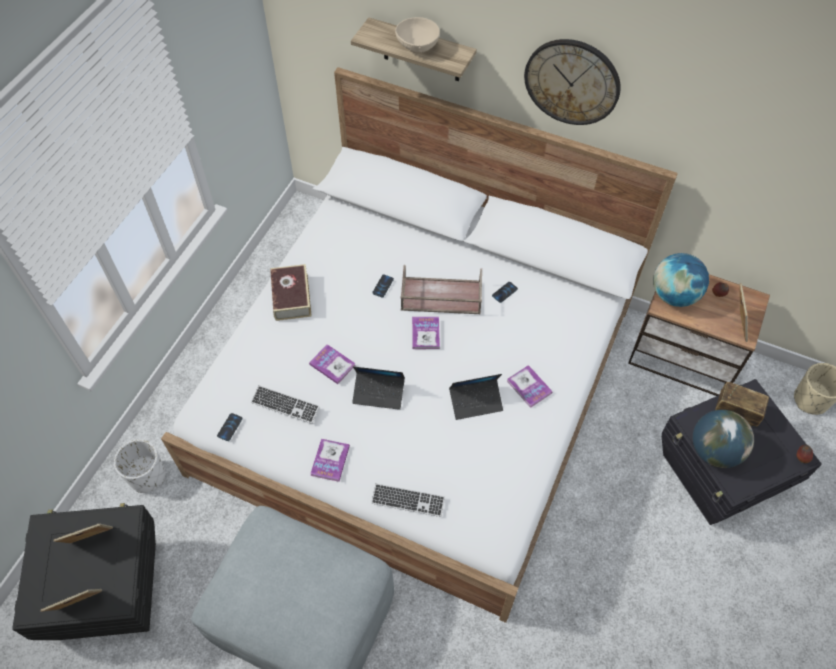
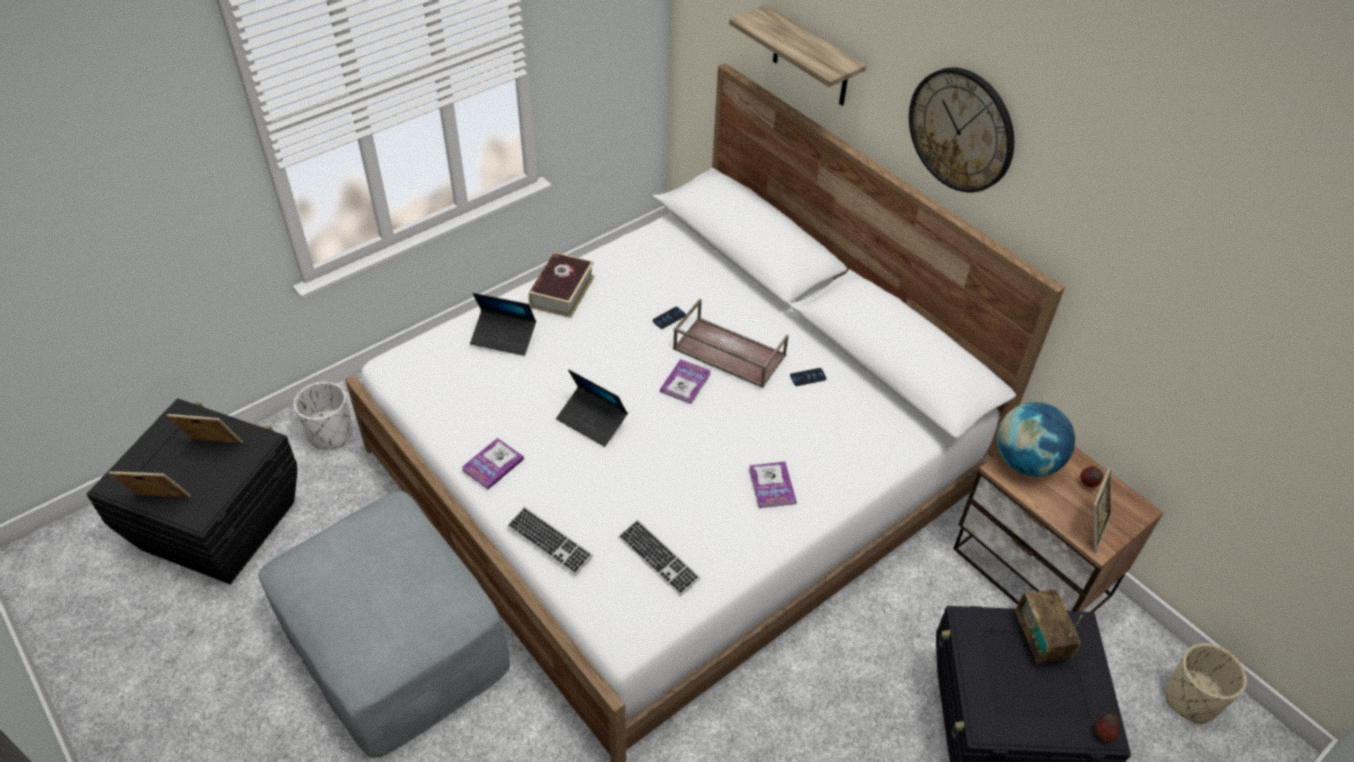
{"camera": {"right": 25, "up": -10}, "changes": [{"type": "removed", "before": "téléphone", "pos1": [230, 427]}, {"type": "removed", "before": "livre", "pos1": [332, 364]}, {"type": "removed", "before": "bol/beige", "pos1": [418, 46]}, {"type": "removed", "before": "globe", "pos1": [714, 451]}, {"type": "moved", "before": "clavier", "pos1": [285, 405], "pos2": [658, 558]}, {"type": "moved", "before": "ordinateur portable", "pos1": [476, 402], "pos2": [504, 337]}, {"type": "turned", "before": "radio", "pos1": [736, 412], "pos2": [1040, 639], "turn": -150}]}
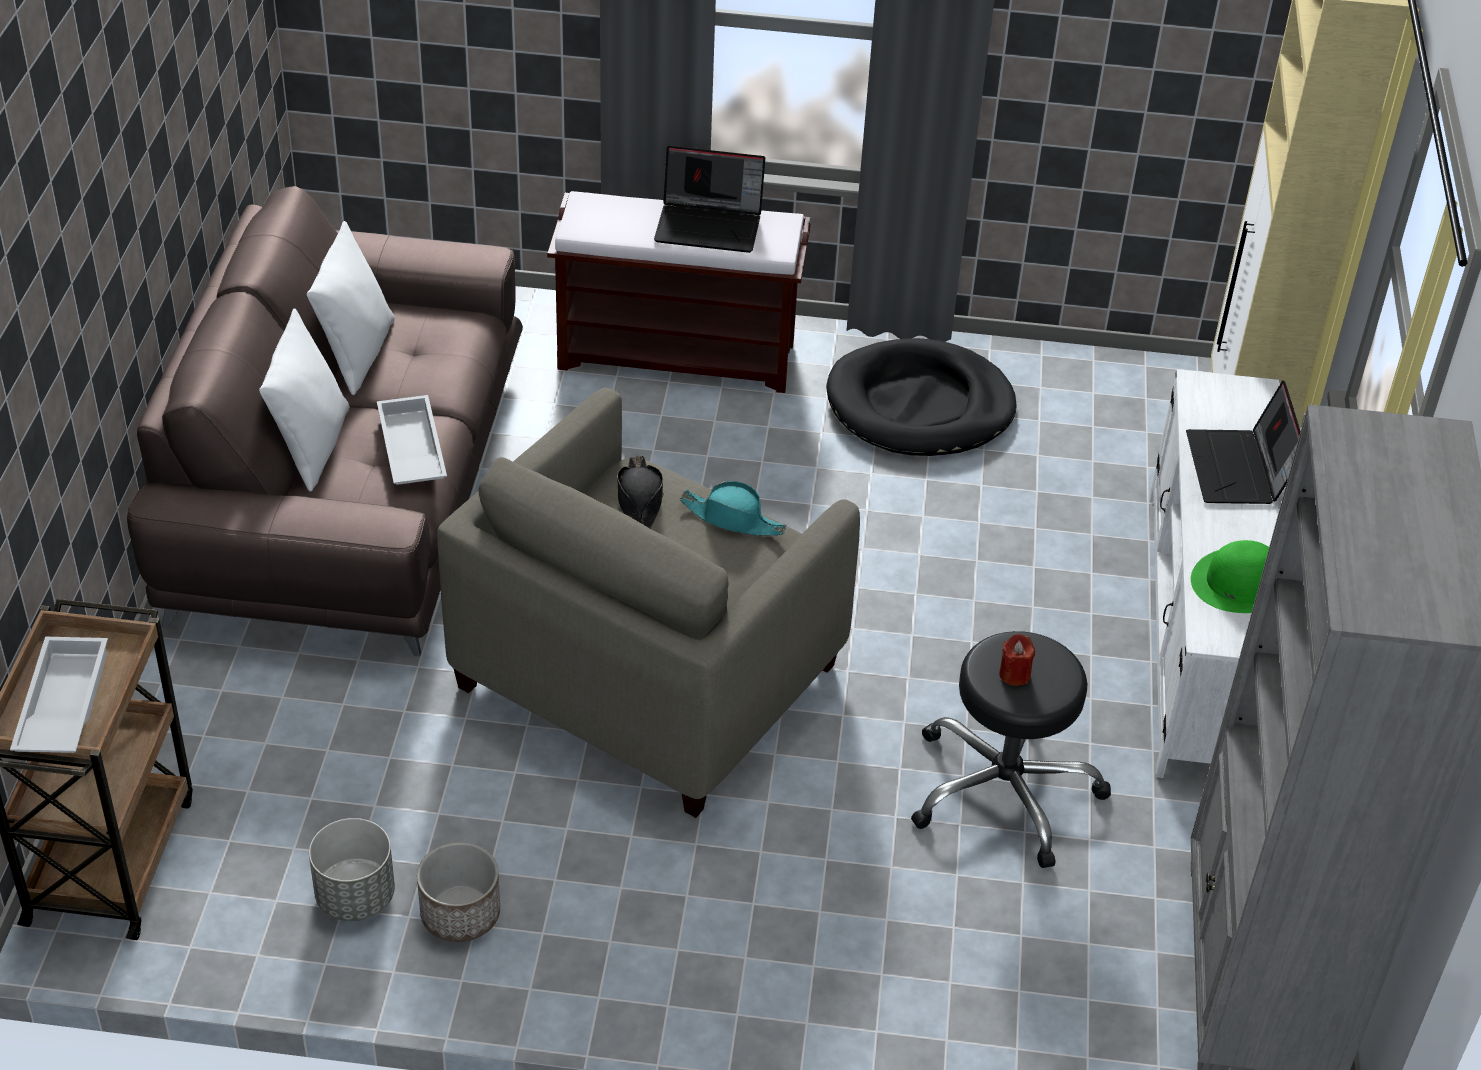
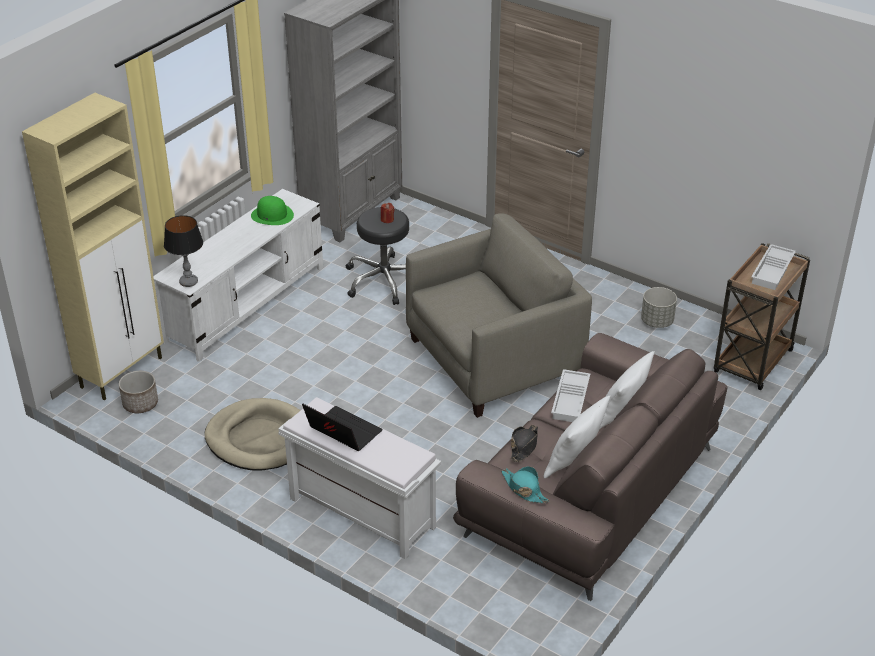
{"camera": {"right": -150, "up": -5}, "changes": [{"type": "removed", "before": "ordinateur portable", "pos1": [1239, 470]}, {"type": "added", "after": "lampe de table", "pos2": [188, 282]}, {"type": "moved", "before": "cache-pot", "pos1": [461, 913], "pos2": [140, 404]}, {"type": "moved", "before": "chapeau/noir", "pos1": [639, 501], "pos2": [524, 446]}, {"type": "moved", "before": "chapeau/turquoise", "pos1": [733, 519], "pos2": [524, 489]}, {"type": "recoloured", "before": "banc/marron", "after": "banc/blanc", "pos1": [679, 354], "pos2": [360, 512]}, {"type": "recoloured", "before": "panier pour chien/noir", "after": "panier pour chien/beige", "pos1": [920, 406], "pos2": [260, 438]}]}
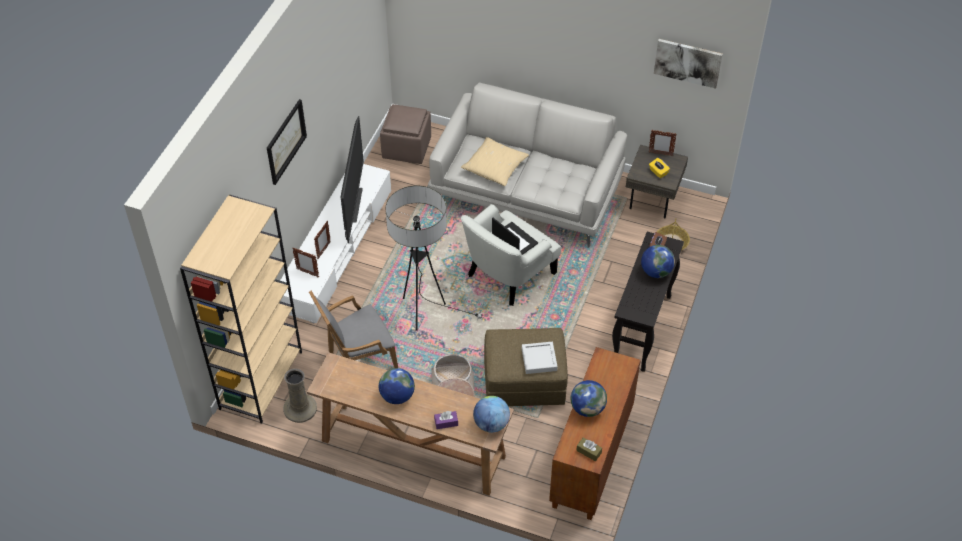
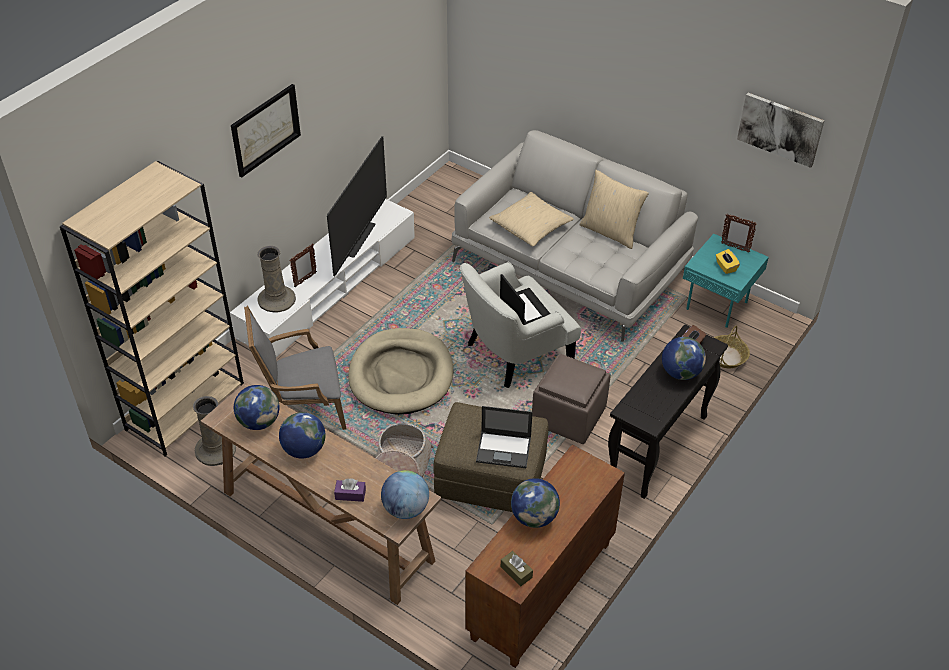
{"camera": {"right": 15, "up": -5}, "changes": [{"type": "added", "after": "globe", "pos2": [259, 422]}, {"type": "added", "after": "coussin/beige", "pos2": [610, 231]}, {"type": "moved", "before": "pouf/marron", "pos1": [406, 147], "pos2": [568, 416]}, {"type": "replaced", "before": "cadre photo", "after": "vase/beige", "pos1": [307, 273], "pos2": [277, 299]}, {"type": "replaced", "before": "lampadaire", "after": "panier pour chien/beige", "pos1": [424, 313], "pos2": [401, 375]}, {"type": "replaced", "before": "plateau/gris", "after": "ordinateur portable", "pos1": [539, 360], "pos2": [504, 449]}, {"type": "recoloured", "before": "table d'appoint/gris", "after": "table d'appoint/turquoise", "pos1": [653, 200], "pos2": [719, 305]}]}
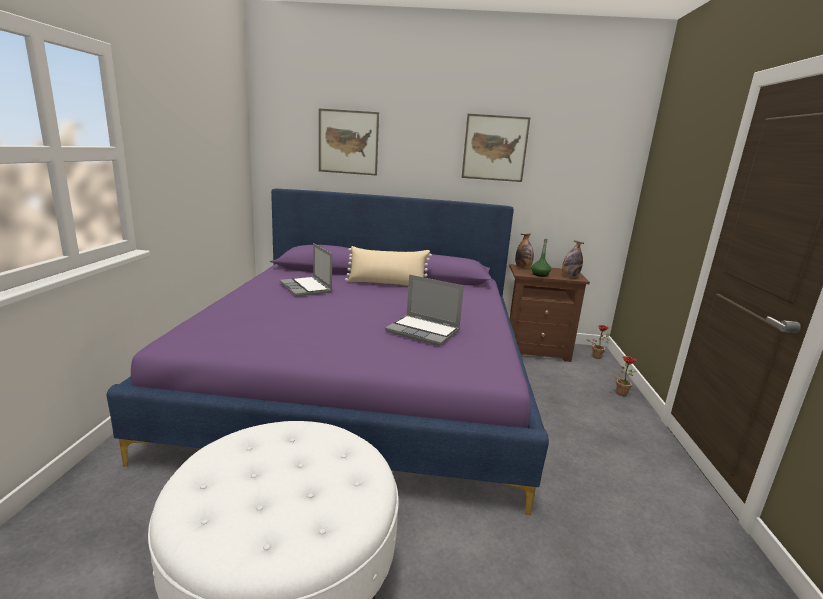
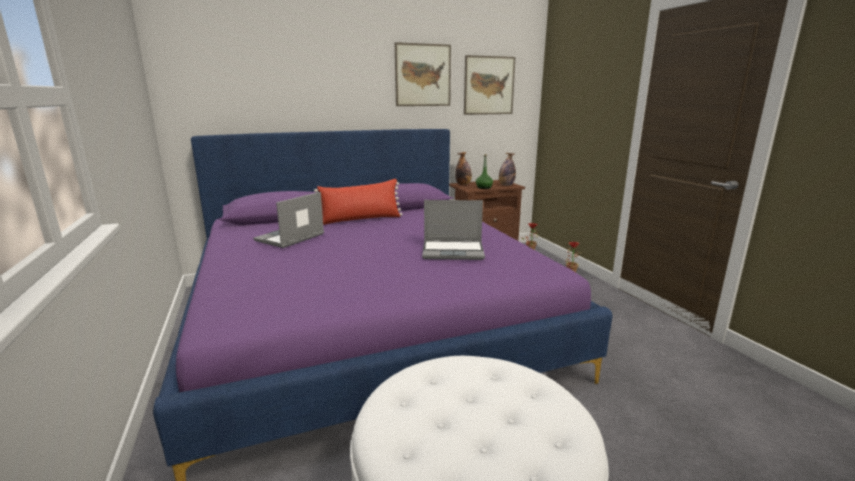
{"camera": {"right": -25, "up": 0}, "changes": [{"type": "moved", "before": "tableau", "pos1": [348, 142], "pos2": [489, 85]}, {"type": "recoloured", "before": "coussin/beige", "after": "coussin/rouge", "pos1": [387, 284], "pos2": [361, 219]}, {"type": "turned", "before": "ordinateur portable", "pos1": [306, 288], "pos2": [290, 238], "turn": 90}]}
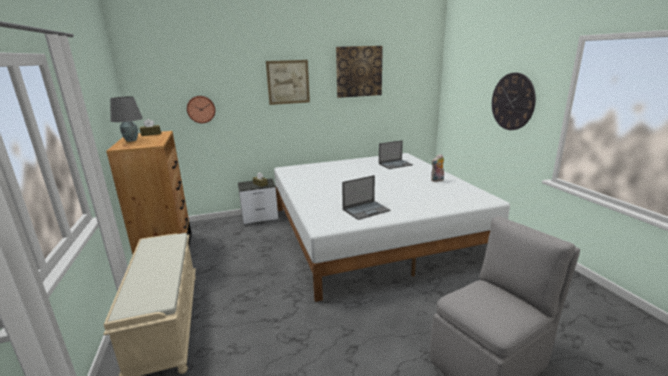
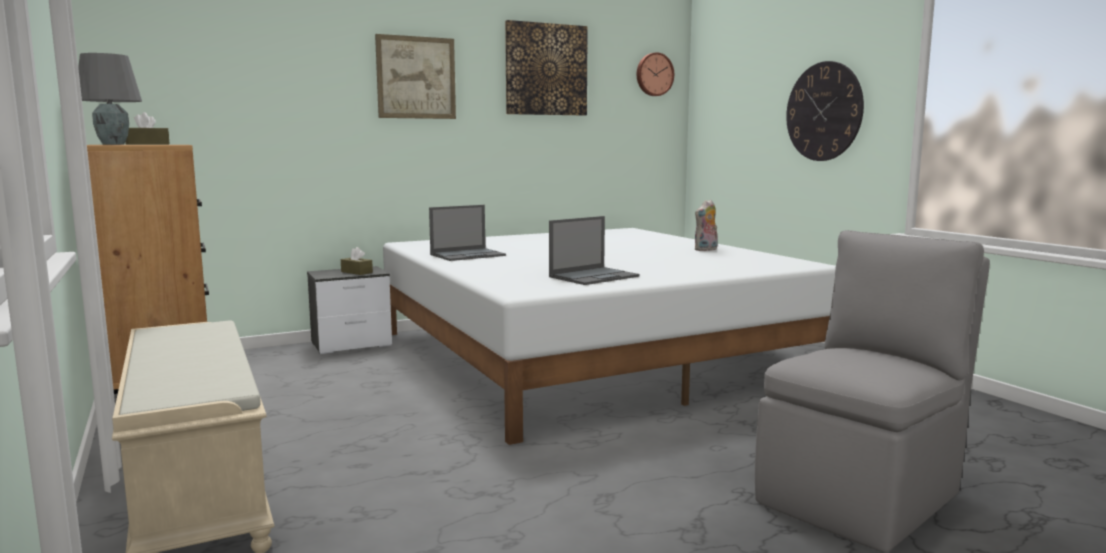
{"camera": {"right": -10, "up": -10}, "changes": [{"type": "moved", "before": "horloge murale", "pos1": [201, 109], "pos2": [654, 74]}, {"type": "moved", "before": "ordinateur portable", "pos1": [395, 164], "pos2": [468, 255]}]}
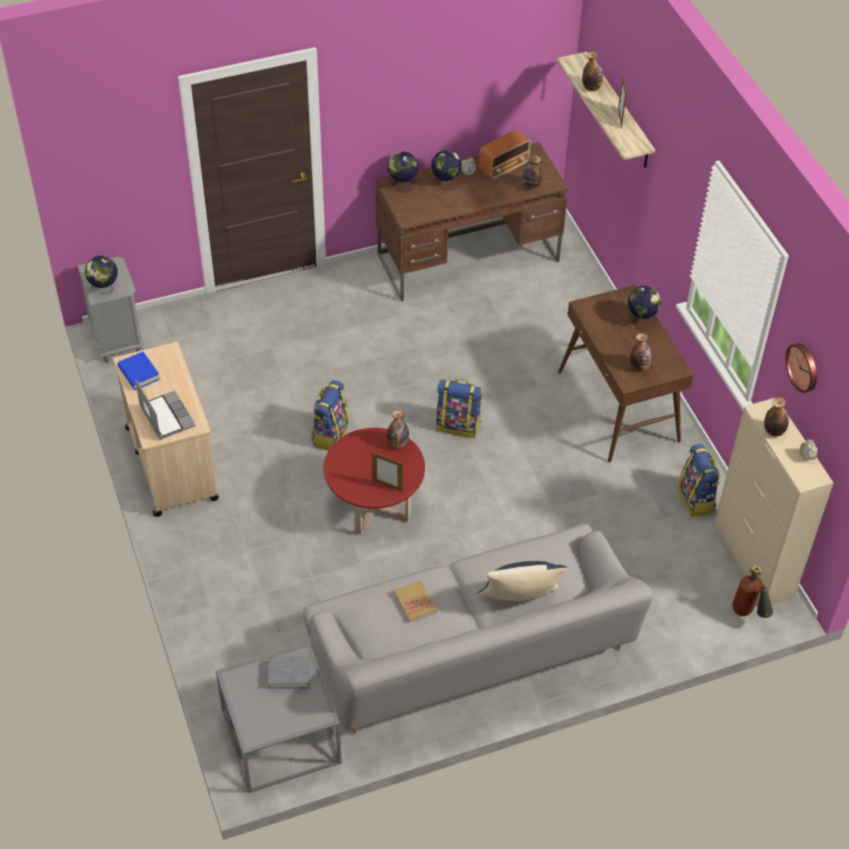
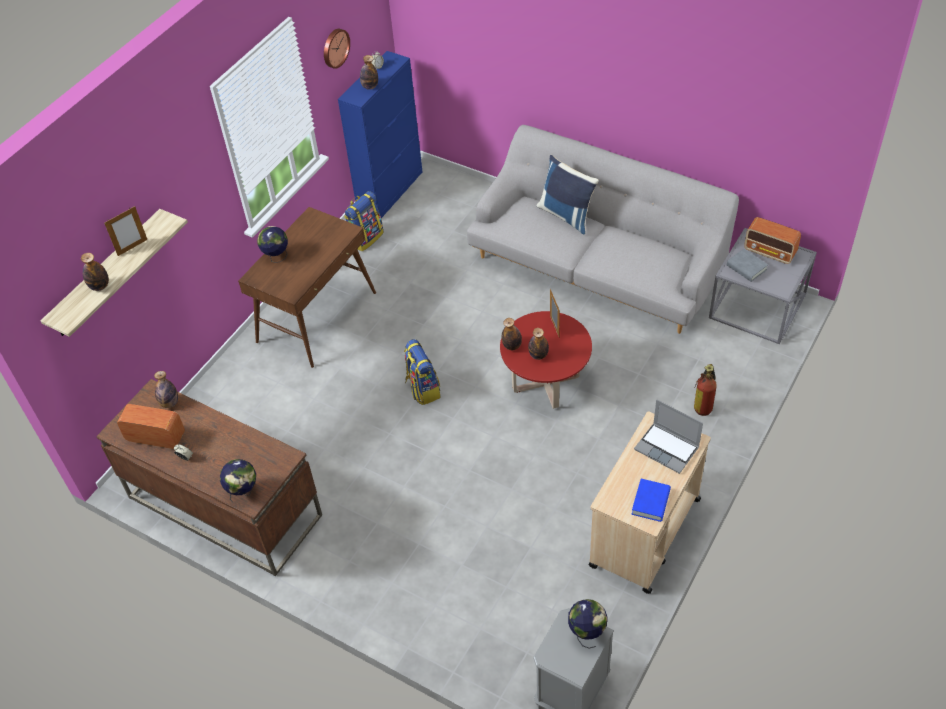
{"camera": {"right": -125, "up": 0}, "changes": [{"type": "removed", "before": "sac à dos", "pos1": [330, 434]}, {"type": "removed", "before": "livre", "pos1": [414, 602]}, {"type": "removed", "before": "globe", "pos1": [445, 183]}, {"type": "added", "after": "radio", "pos2": [770, 252]}, {"type": "moved", "before": "bouteille", "pos1": [639, 367], "pos2": [538, 355]}, {"type": "moved", "before": "extincteur", "pos1": [748, 615], "pos2": [704, 403]}, {"type": "recoloured", "before": "meuble de rangement/beige", "after": "meuble de rangement/bleu", "pos1": [753, 561], "pos2": [390, 192]}, {"type": "turned", "before": "ordinateur portable", "pos1": [166, 416], "pos2": [667, 448], "turn": -75}]}
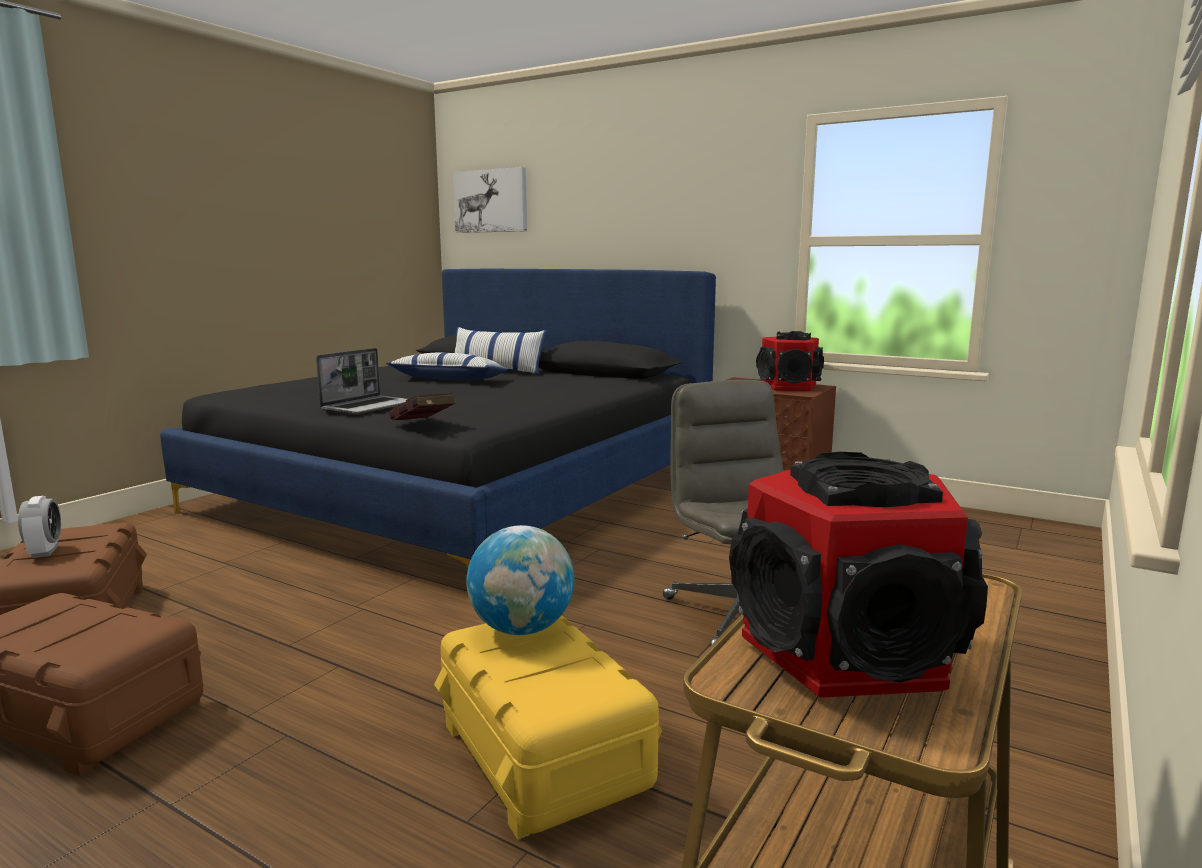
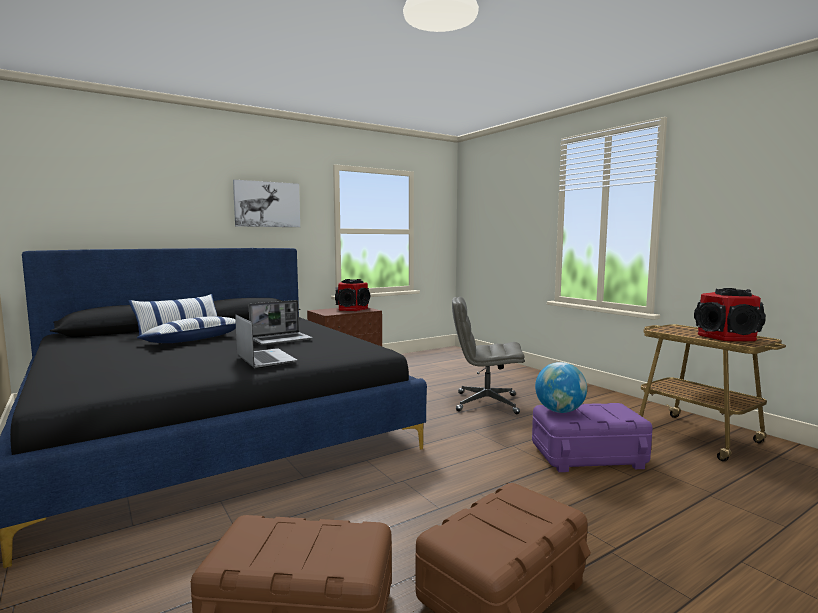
{"camera": {"right": -65, "up": -5}, "changes": [{"type": "removed", "before": "réveil", "pos1": [45, 551]}, {"type": "removed", "before": "livre/rouge", "pos1": [423, 424]}, {"type": "added", "after": "ordinateur portable", "pos2": [281, 340]}, {"type": "moved", "before": "tableau", "pos1": [491, 201], "pos2": [267, 204]}, {"type": "recoloured", "before": "boîte de rangement/jaune", "after": "boîte de rangement/violet", "pos1": [544, 754], "pos2": [587, 456]}]}
